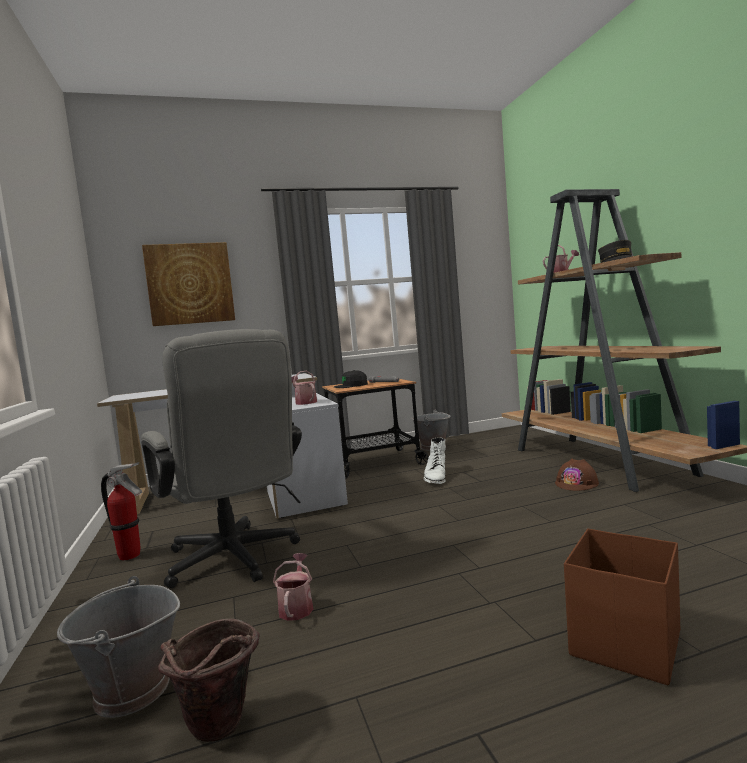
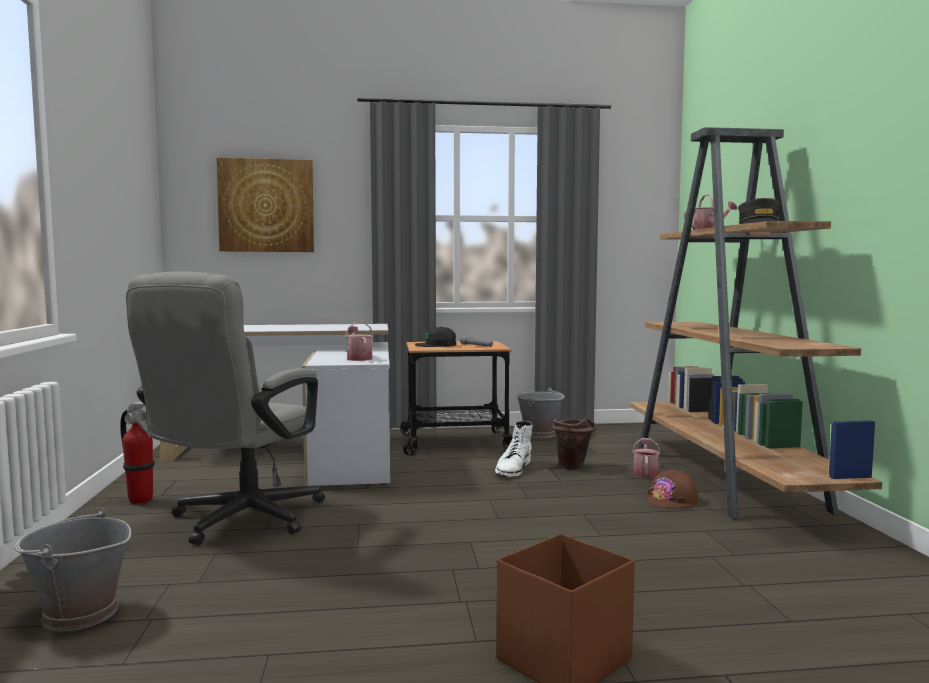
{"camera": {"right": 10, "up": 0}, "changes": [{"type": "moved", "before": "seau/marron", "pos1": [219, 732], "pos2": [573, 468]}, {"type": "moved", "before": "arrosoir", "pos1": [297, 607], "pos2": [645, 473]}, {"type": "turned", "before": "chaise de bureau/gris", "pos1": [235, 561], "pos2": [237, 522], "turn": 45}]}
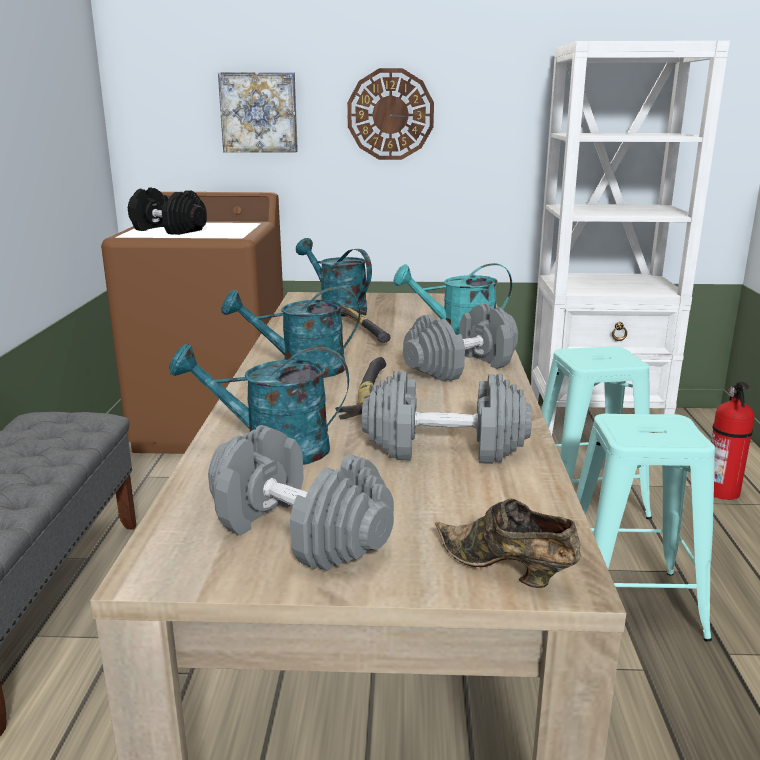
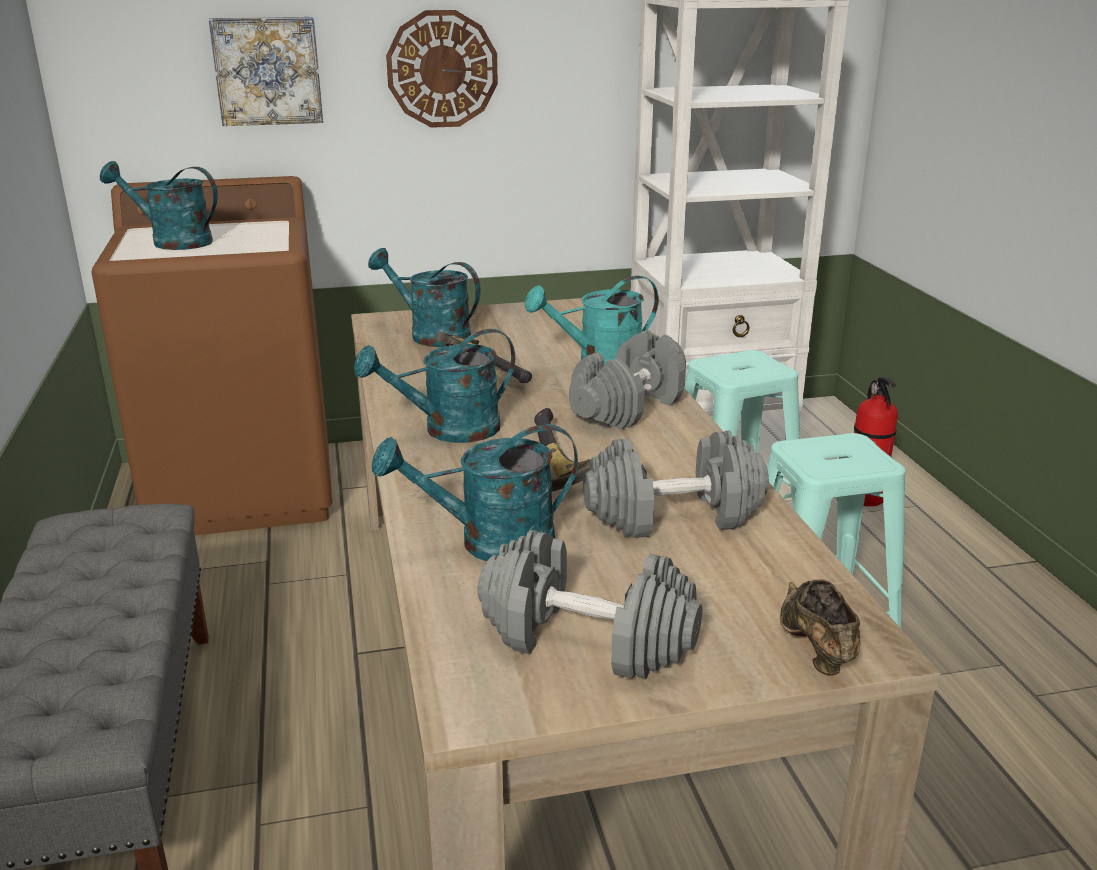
{"camera": {"right": -15, "up": 5}, "changes": [{"type": "replaced", "before": "haltère/noir", "after": "arrosoir/turquoise", "pos1": [167, 230], "pos2": [172, 242]}, {"type": "turned", "before": "chaussure/marron", "pos1": [506, 570], "pos2": [814, 648], "turn": 60}]}
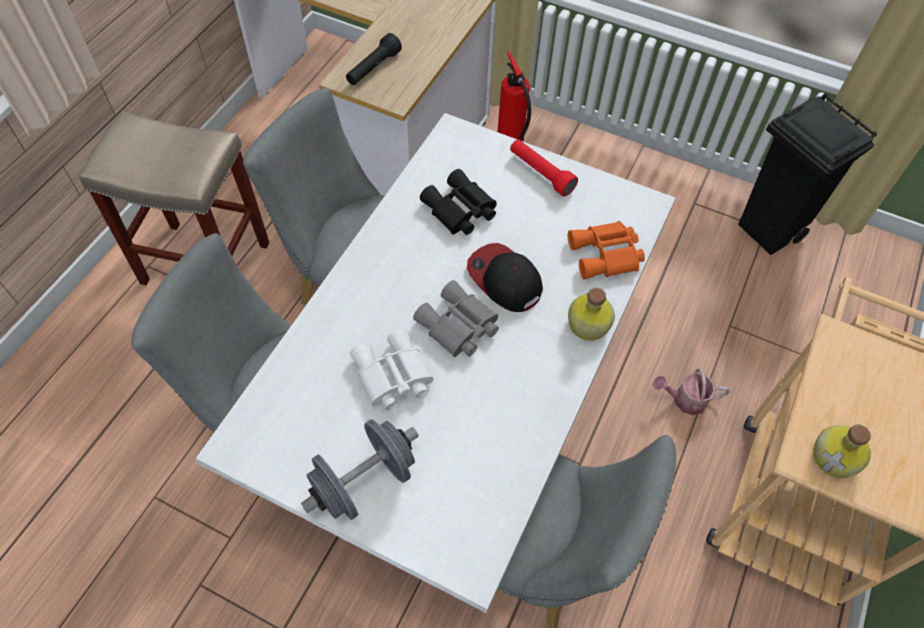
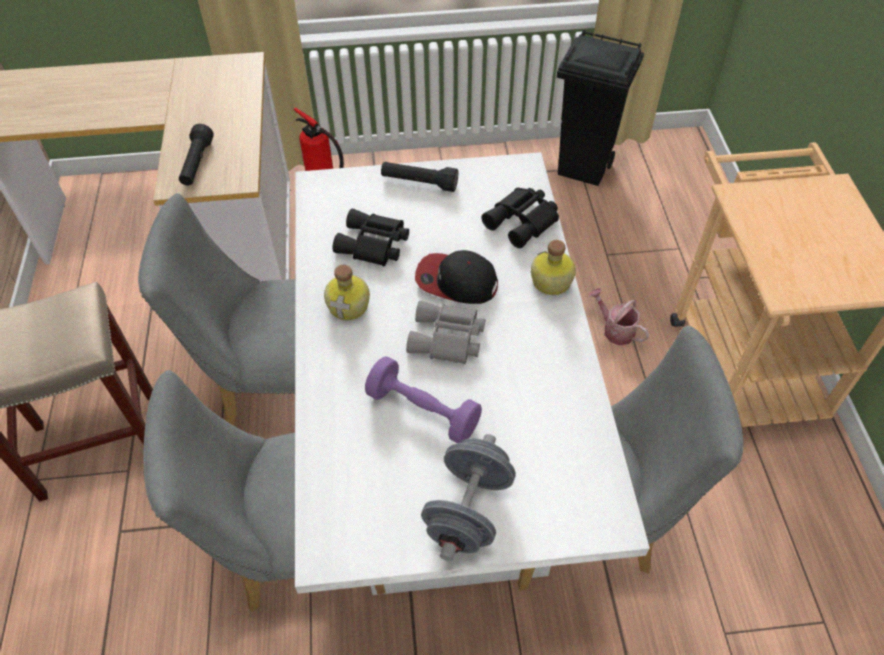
{"camera": {"right": -30, "up": -5}, "changes": [{"type": "moved", "before": "bouteille", "pos1": [835, 458], "pos2": [350, 305]}, {"type": "replaced", "before": "jumelles/blanc", "after": "haltère/violet", "pos1": [392, 377], "pos2": [423, 411]}, {"type": "recoloured", "before": "lampe de poche/rouge", "after": "lampe de poche/noir", "pos1": [540, 173], "pos2": [419, 183]}, {"type": "recoloured", "before": "jumelles/orange", "after": "jumelles/noir", "pos1": [606, 256], "pos2": [523, 221]}, {"type": "turned", "before": "arrosoir", "pos1": [685, 400], "pos2": [615, 329], "turn": 75}]}
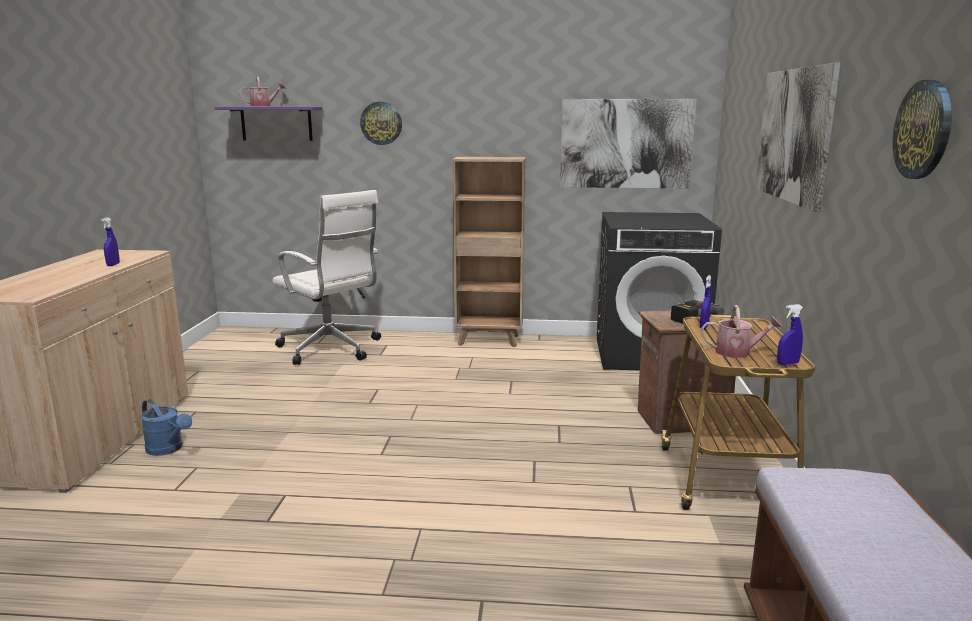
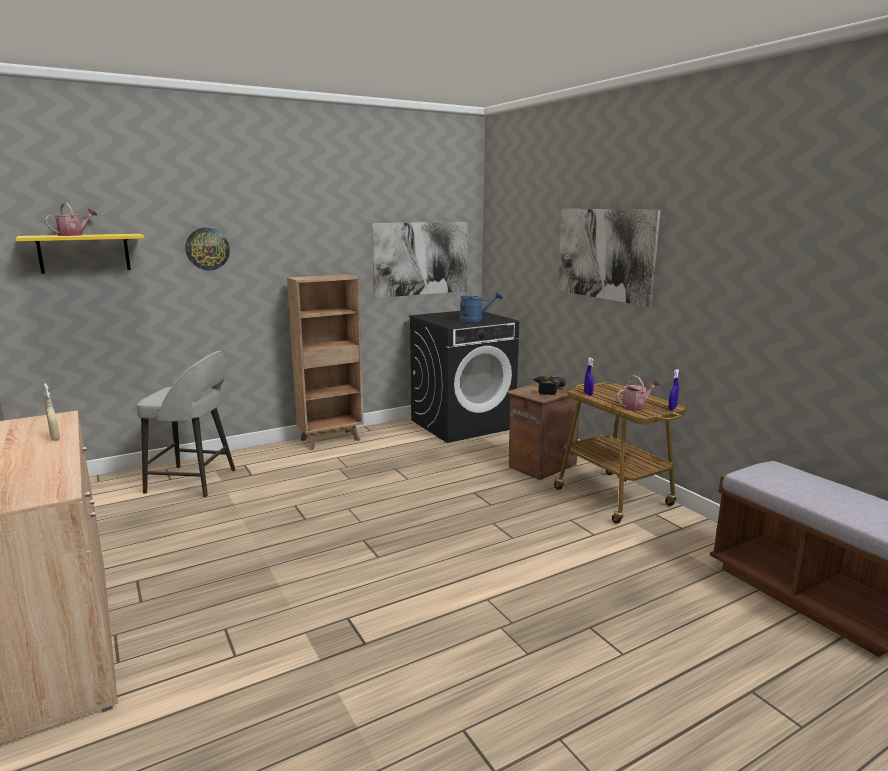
{"camera": {"right": -35, "up": 0}, "changes": [{"type": "removed", "before": "horloge murale", "pos1": [924, 130]}, {"type": "moved", "before": "arrosoir/bleu", "pos1": [168, 449], "pos2": [475, 320]}, {"type": "replaced", "before": "chaise de bureau/blanc", "after": "tabouret/gris", "pos1": [331, 349], "pos2": [194, 481]}, {"type": "recoloured", "before": "vaporisateur/bleu", "after": "vaporisateur/beige", "pos1": [113, 265], "pos2": [55, 438]}, {"type": "recoloured", "before": "étagère/violet", "after": "étagère/jaune", "pos1": [276, 123], "pos2": [84, 253]}]}
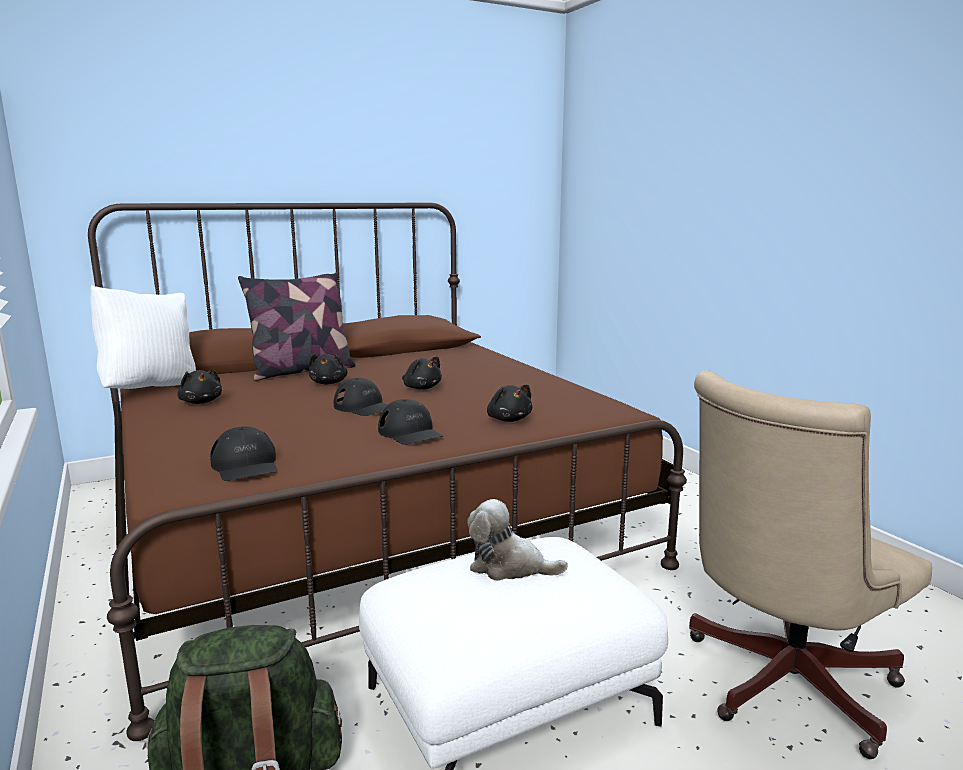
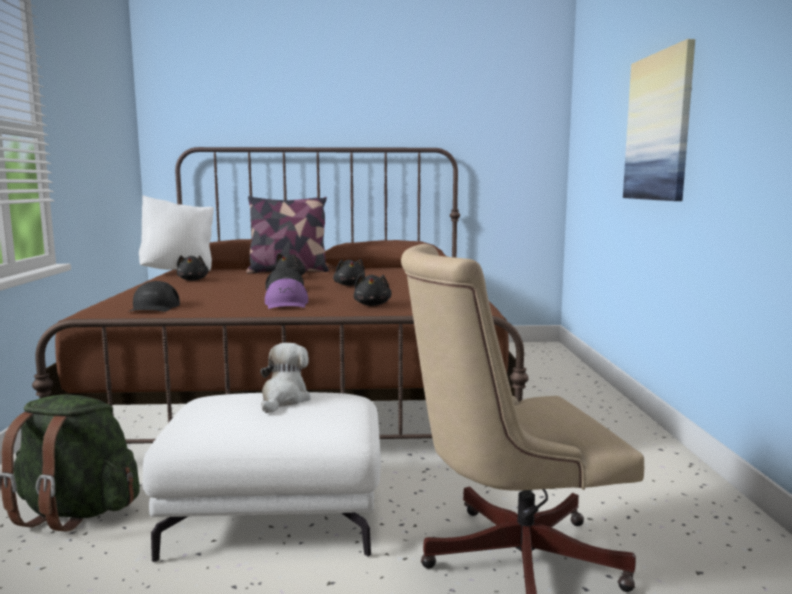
{"camera": {"right": 25, "up": -5}, "changes": [{"type": "added", "after": "tableau", "pos2": [659, 127]}, {"type": "recoloured", "before": "casquette/noir", "after": "casquette/violet", "pos1": [410, 433], "pos2": [286, 304]}, {"type": "turned", "before": "peluche", "pos1": [509, 566], "pos2": [284, 399], "turn": 60}]}
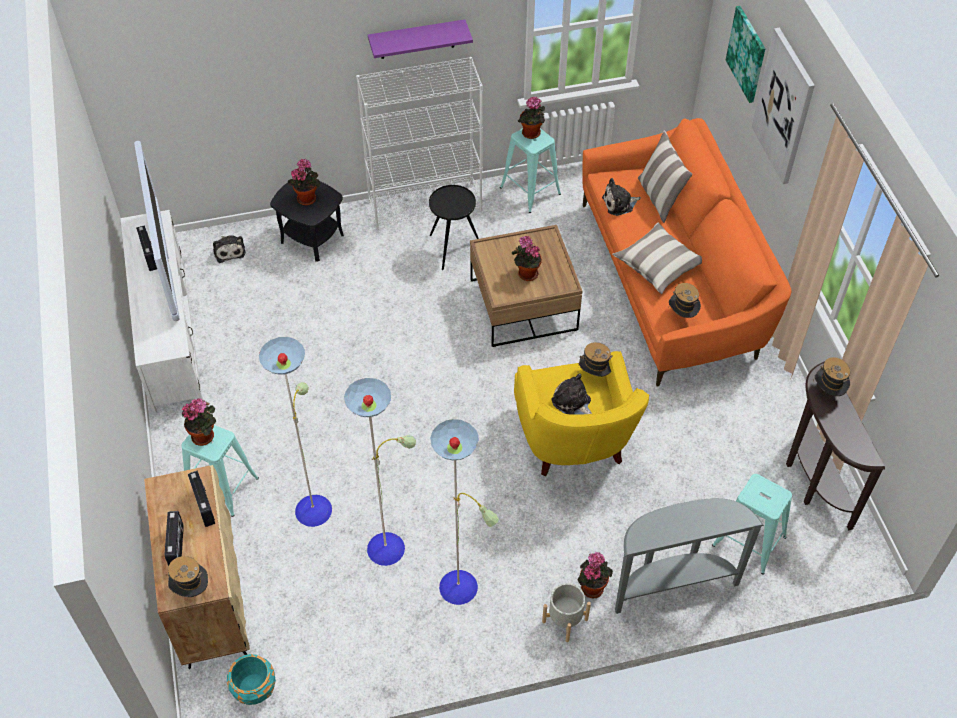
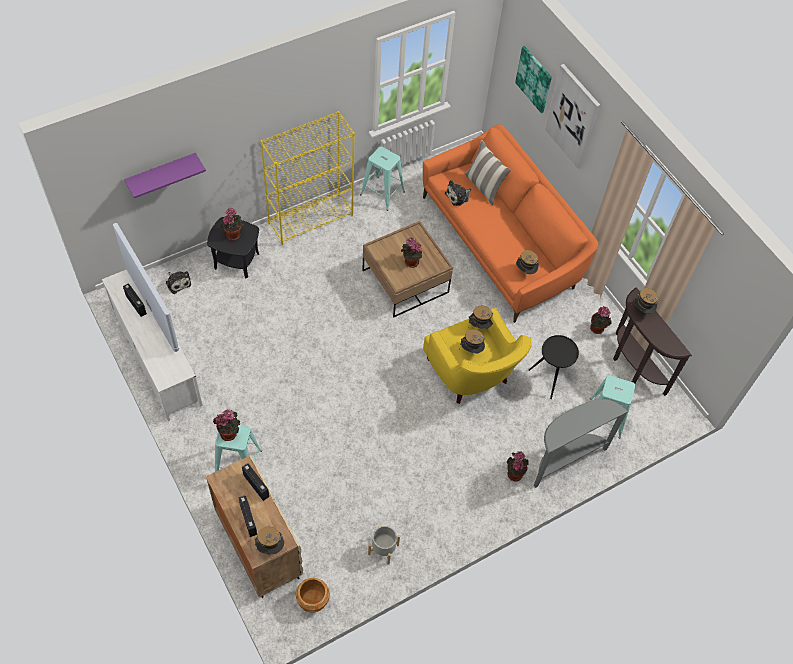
{"camera": {"right": -20, "up": 5}, "changes": [{"type": "removed", "before": "lampadaire", "pos1": [387, 546]}, {"type": "removed", "before": "coussin", "pos1": [658, 265]}, {"type": "moved", "before": "étagère/violet", "pos1": [417, 39], "pos2": [161, 173]}, {"type": "moved", "before": "table d'appoint/noir", "pos1": [453, 248], "pos2": [550, 378]}, {"type": "moved", "before": "plante en pot", "pos1": [531, 134], "pos2": [597, 329]}, {"type": "moved", "before": "cache-pot/gris", "pos1": [565, 620], "pos2": [383, 549]}, {"type": "replaced", "before": "peluche", "after": "chapeau", "pos1": [572, 402], "pos2": [471, 350]}, {"type": "recoloured", "before": "cache-pot/turquoise", "after": "cache-pot/marron", "pos1": [254, 689], "pos2": [312, 600]}, {"type": "recoloured", "before": "bibliothèque/blanc", "after": "bibliothèque/jaune", "pos1": [425, 205], "pos2": [311, 219]}]}
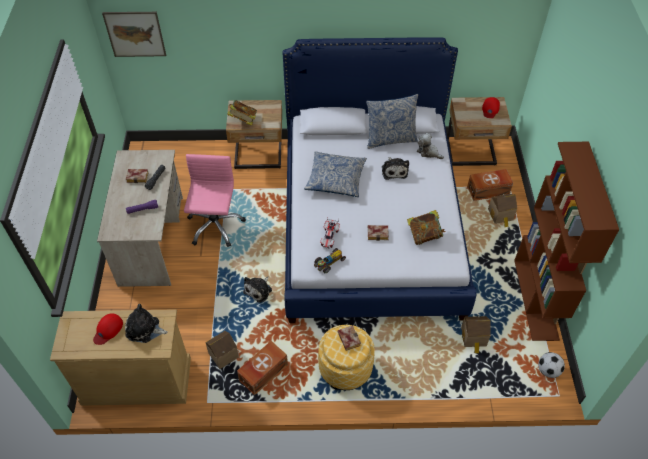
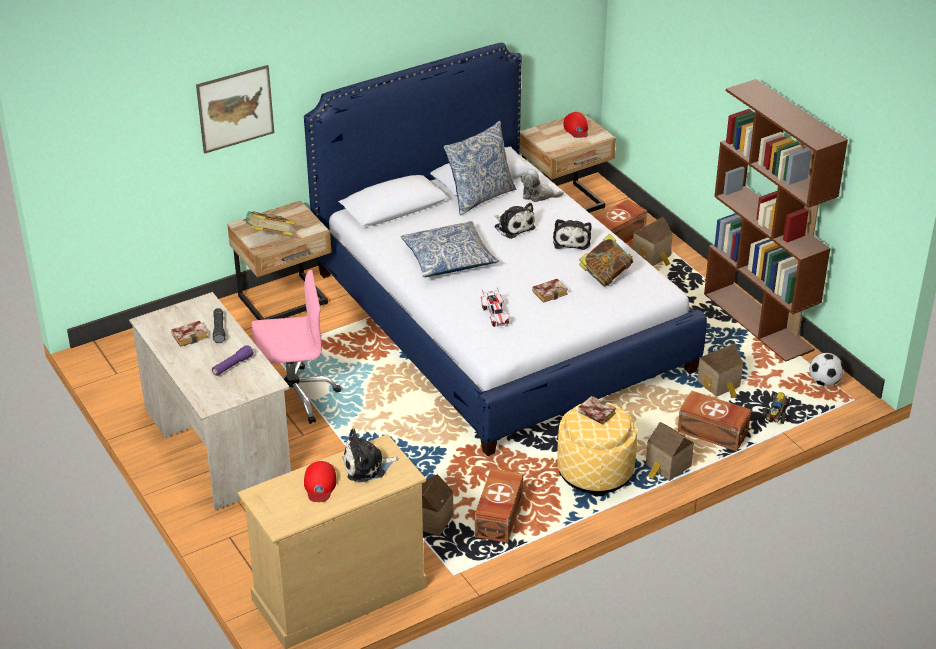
{"camera": {"right": -30, "up": -15}, "changes": [{"type": "added", "after": "maison miniature", "pos2": [667, 467]}, {"type": "added", "after": "boîte de rangement/marron", "pos2": [713, 434]}, {"type": "moved", "before": "tableau", "pos1": [135, 34], "pos2": [235, 108]}, {"type": "moved", "before": "peluche", "pos1": [259, 290], "pos2": [571, 240]}, {"type": "moved", "before": "petite voiture", "pos1": [328, 263], "pos2": [775, 413]}, {"type": "turned", "before": "chaise de bureau/rose", "pos1": [215, 226], "pos2": [293, 396], "turn": 105}]}
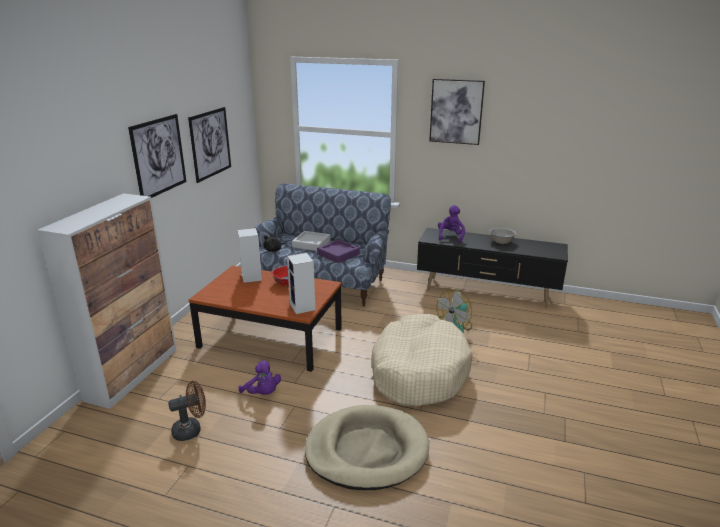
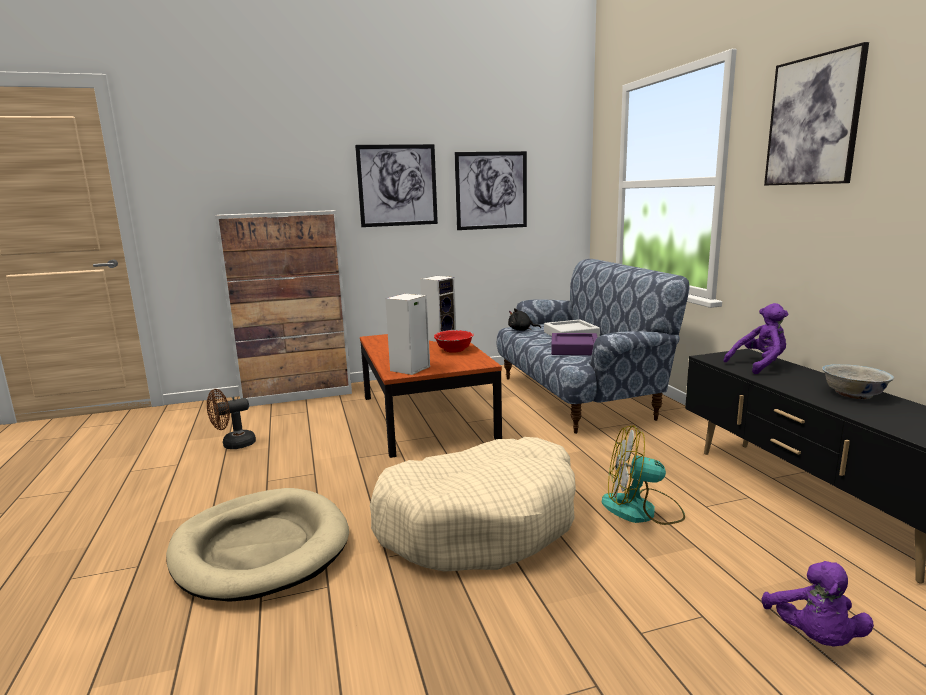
{"camera": {"right": 55, "up": -10}, "changes": [{"type": "moved", "before": "peluche/violet", "pos1": [262, 393], "pos2": [813, 637]}, {"type": "turned", "before": "ventilateur/marron", "pos1": [191, 430], "pos2": [233, 445], "turn": 120}]}
